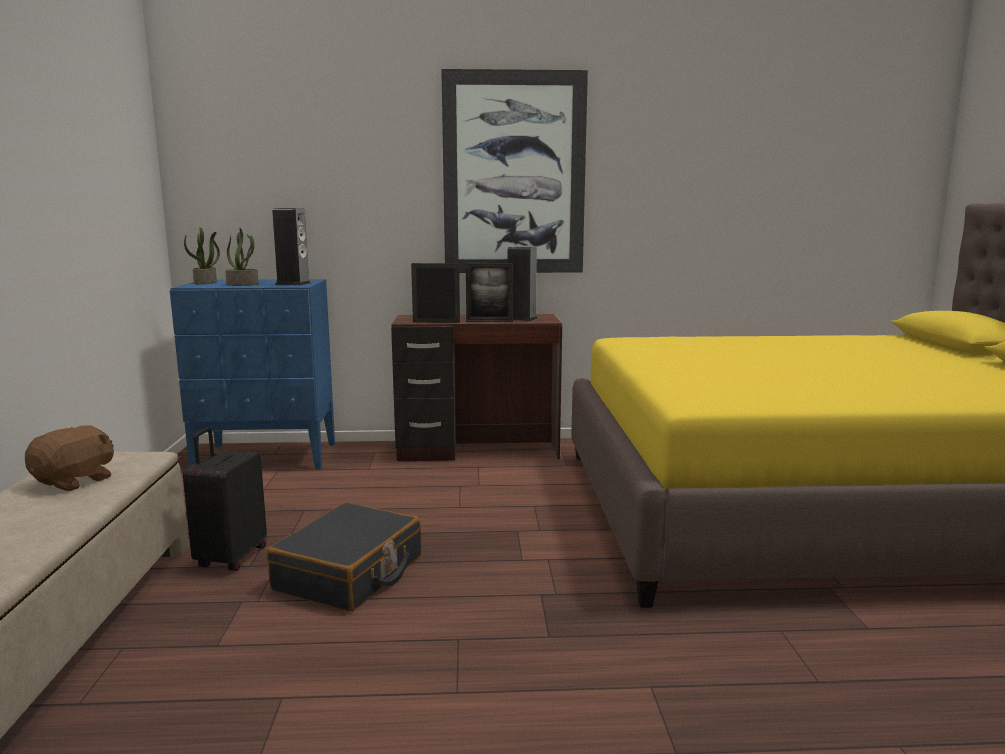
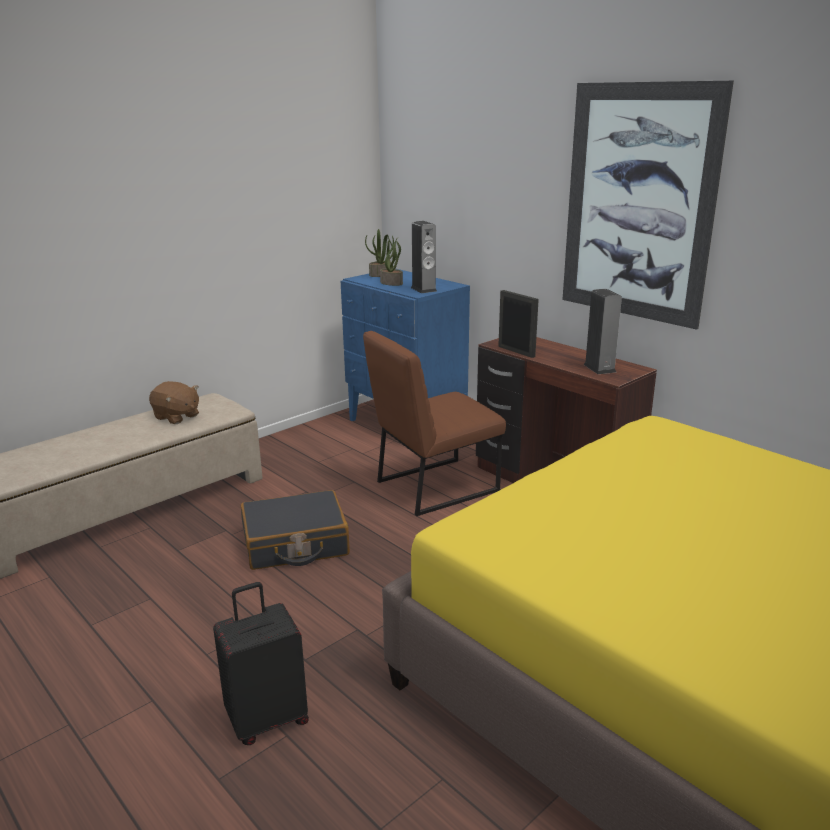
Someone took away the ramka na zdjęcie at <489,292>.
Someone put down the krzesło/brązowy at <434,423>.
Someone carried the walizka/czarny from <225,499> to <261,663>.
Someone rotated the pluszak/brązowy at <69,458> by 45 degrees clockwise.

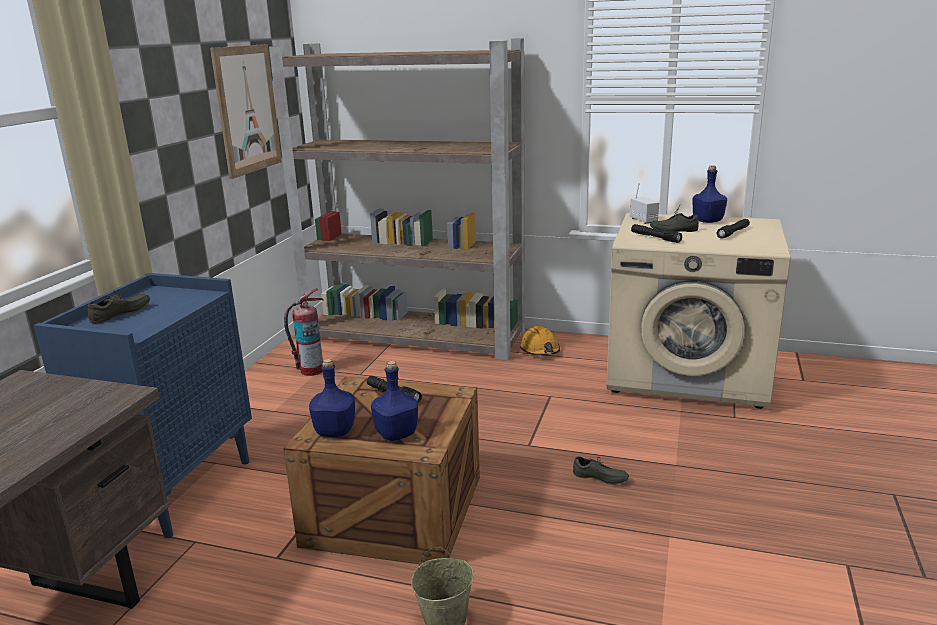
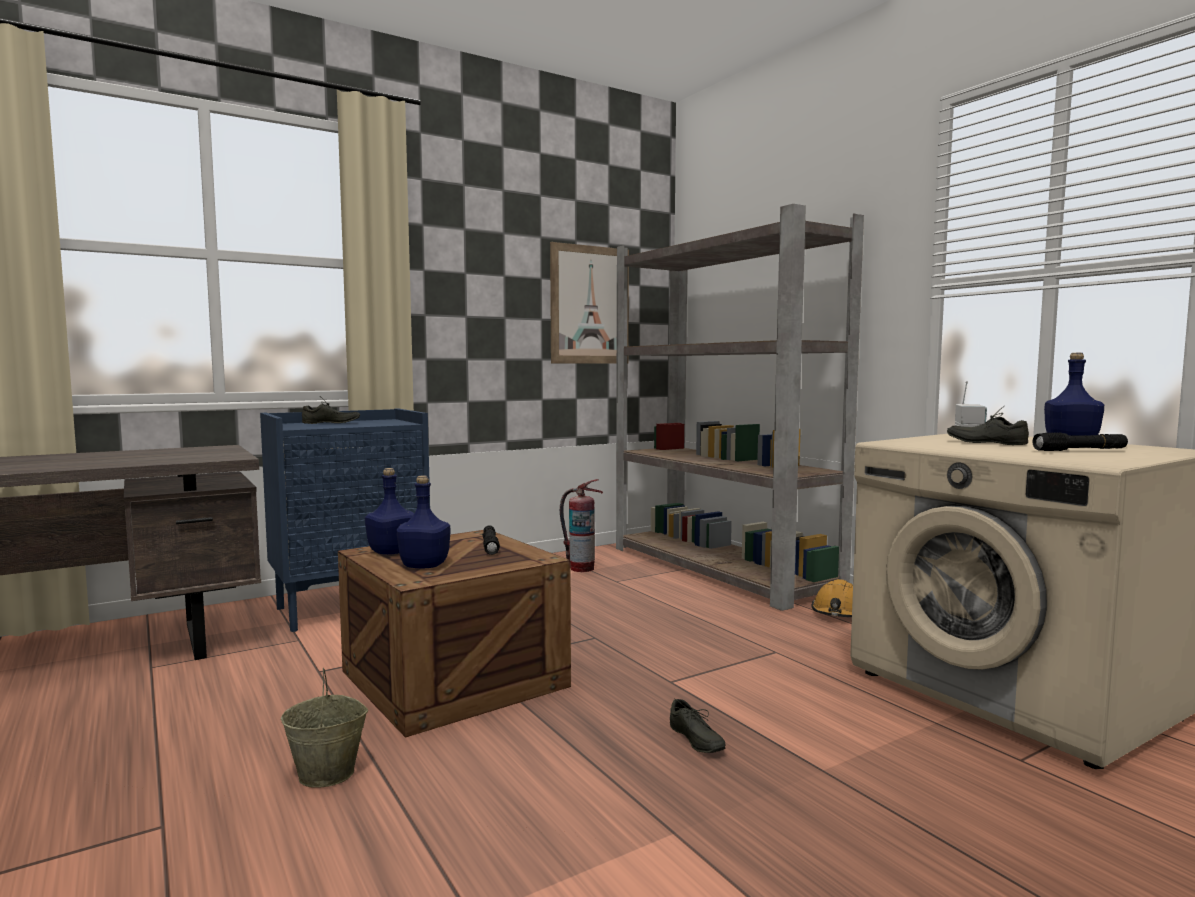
Someone took away the latarka/czarny at <656,233>.

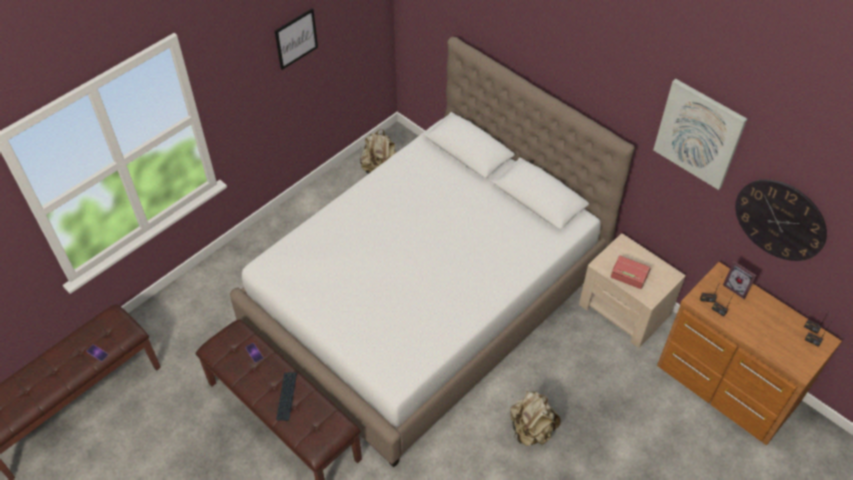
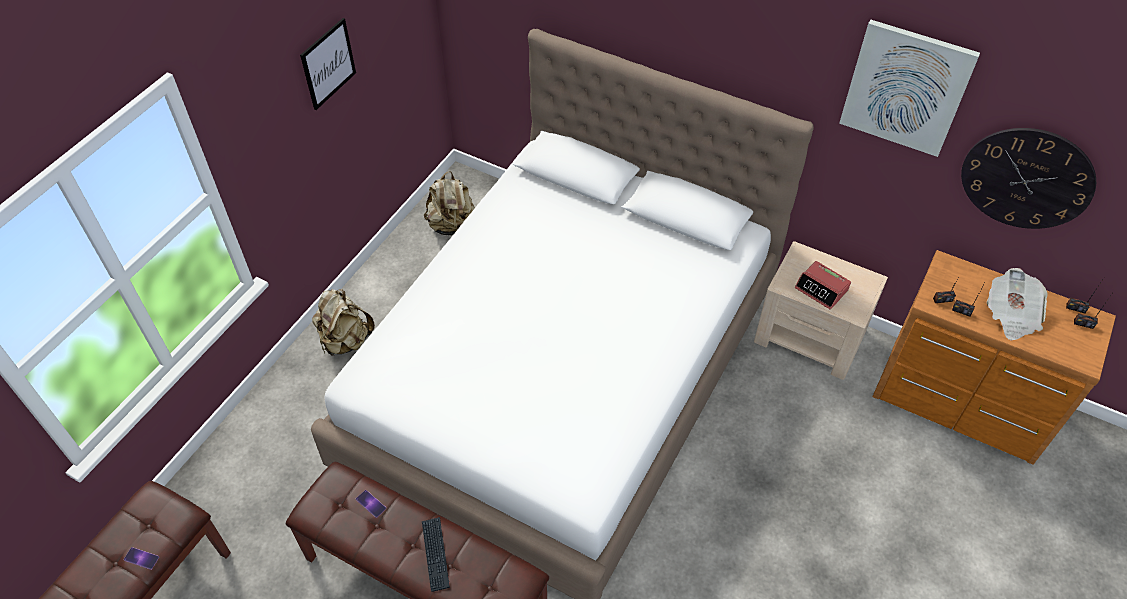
Someone took away the ramka na zdjęcie at <740,280>.
Someone put down the gazeta at <1017,304>.
Someone carried the plecak/beżowy from <535,418> to <343,322>.
Someone rotated the budzik at <630,272> by 150 degrees counterclockwise.

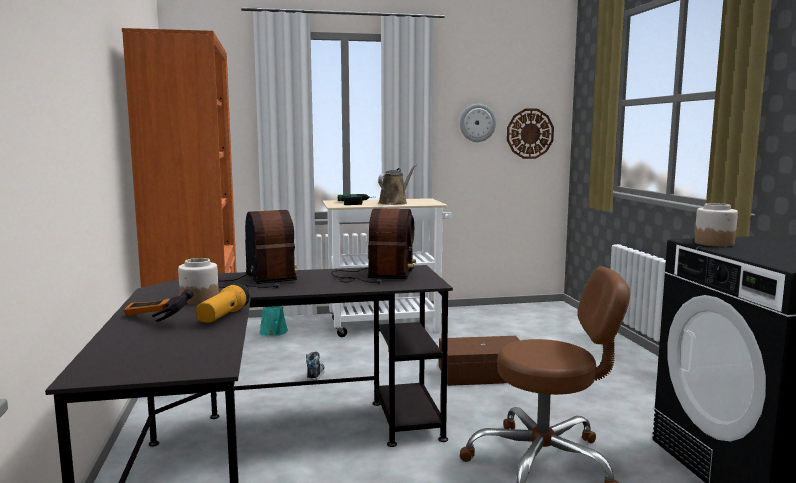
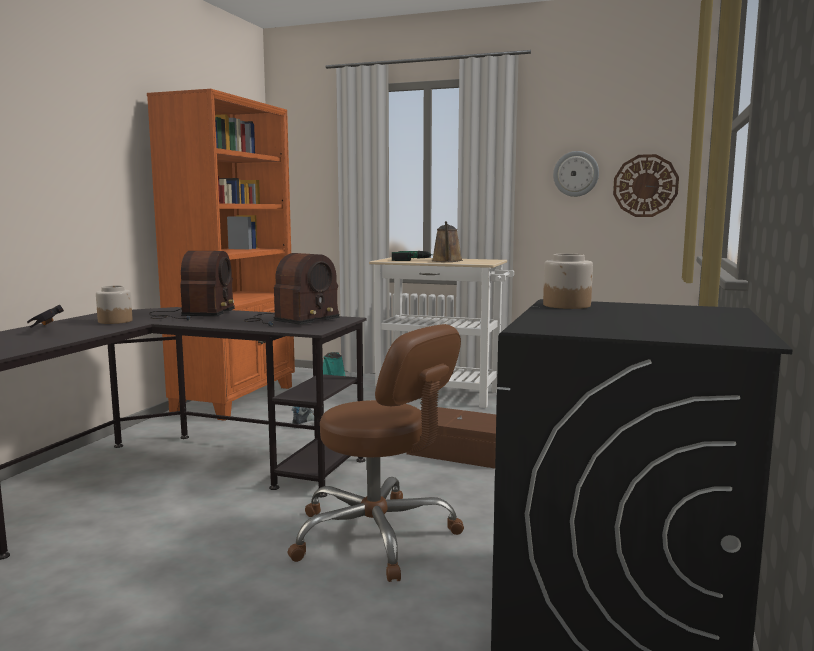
Someone took away the latarka at <223,303>.
Someone rotated the konewka/brązowy at <397,184> by 120 degrees clockwise.

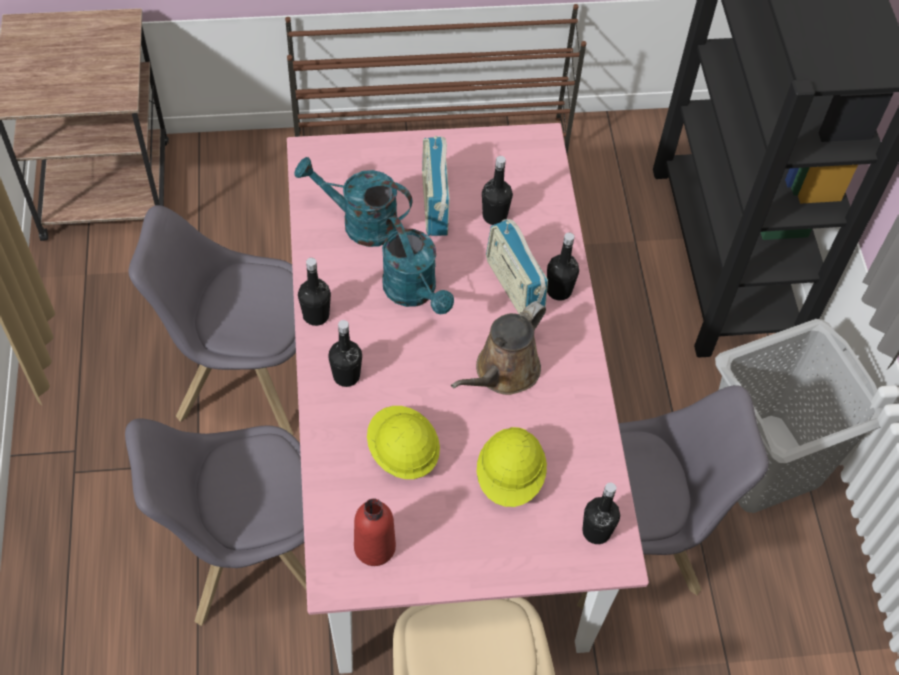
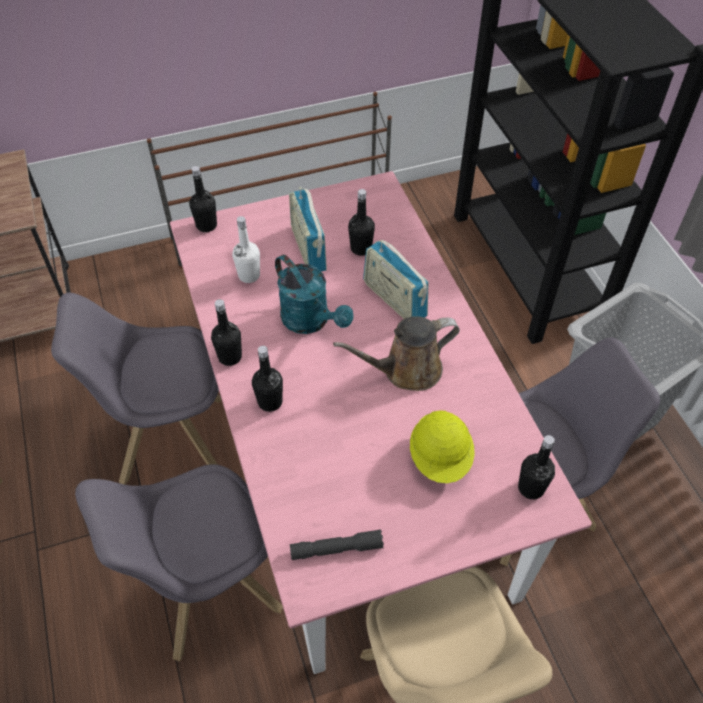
Someone took away the kask/żółty at <403,442>.
Someone carried the butelka/czarny from <563,266> to <203,199>.
Someone swapped the konewka/turkusowy at <353,202> for the butelka/biały at <246,249>.
Someone swapped the butelka/czerwony at <375,532> for the latarka/szary at <337,544>.
Someone rotated the konewka/brązowy at <498,348> by 45 degrees clockwise.

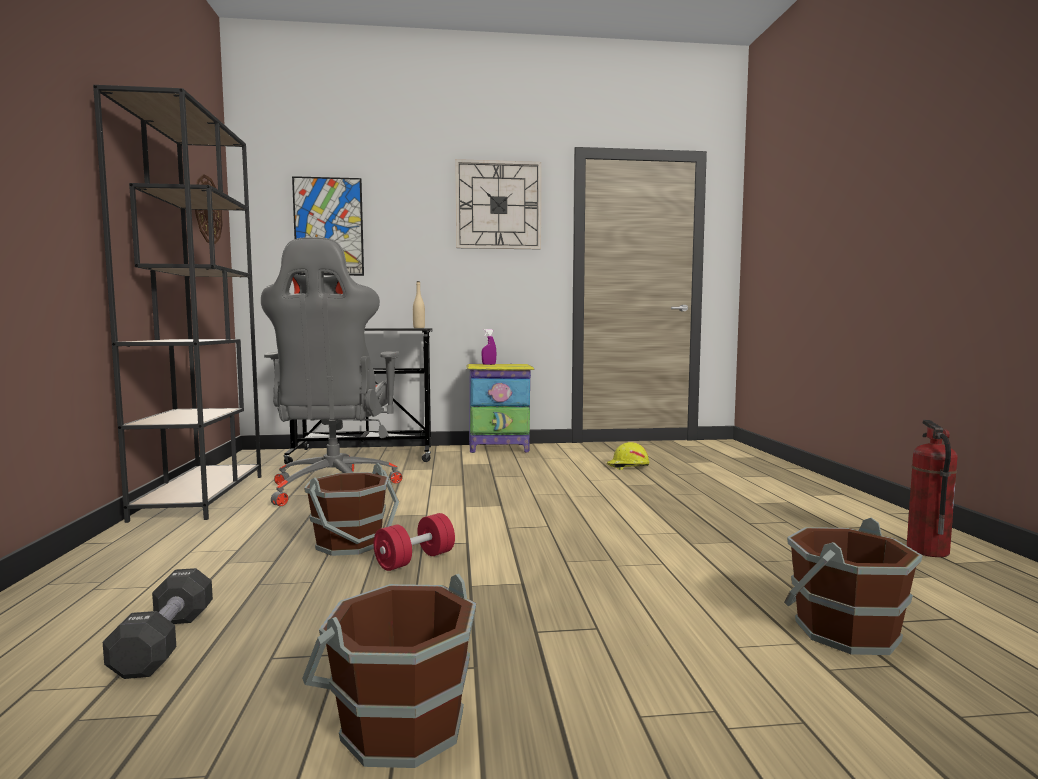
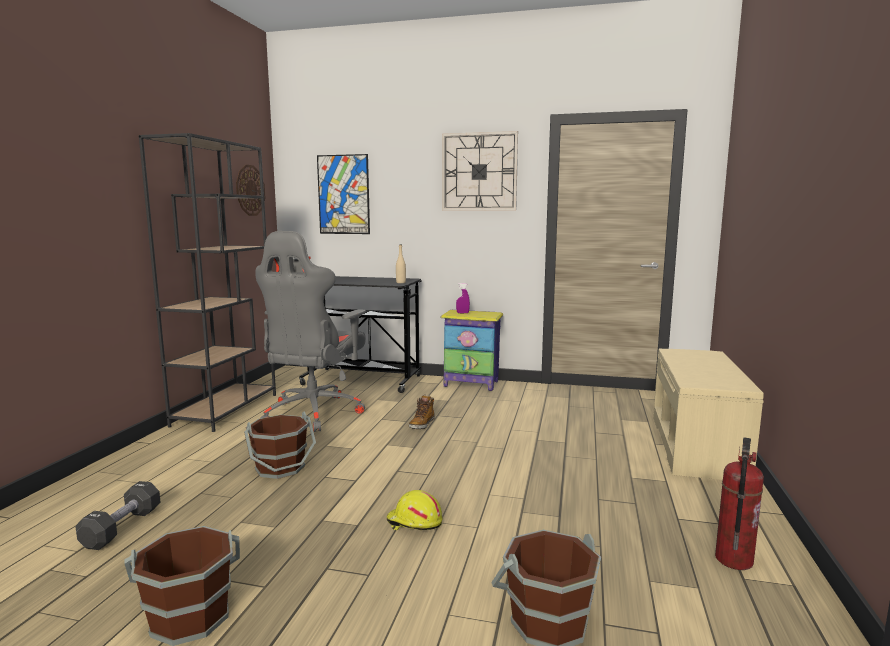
Someone took away the hantel/czerwony at <414,542>.
Someone put down the but z cholewką at <422,412>.
Someone put down the ławka/beżowy at <708,414>.
Someone carried the kask/żółty from <628,456> to <415,510>.

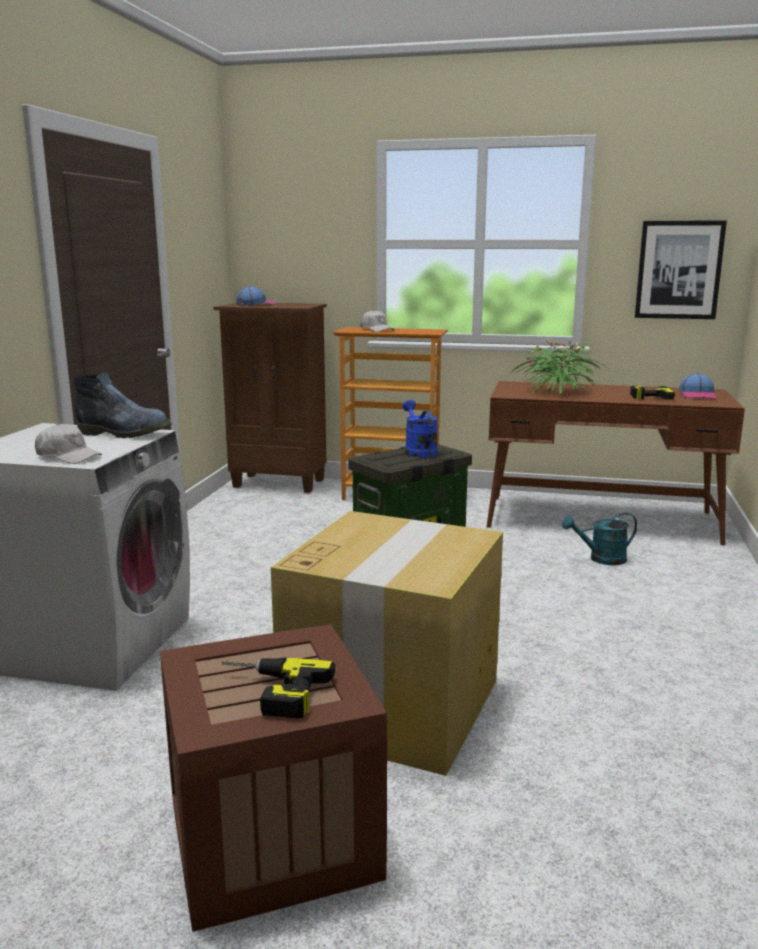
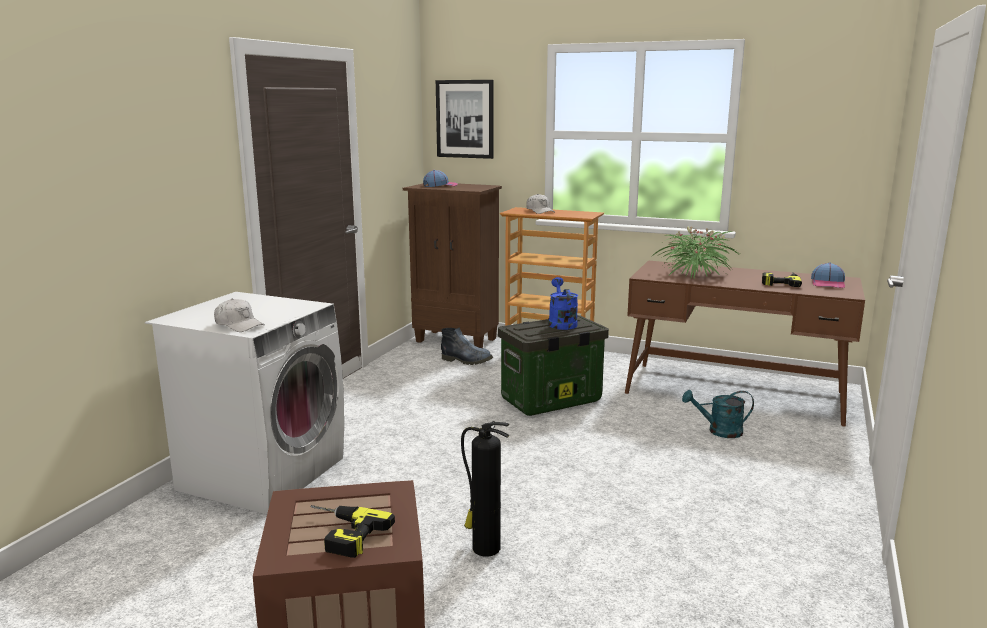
Someone carried the but z cholewką from <123,405> to <467,346>.
Someone carried the obraz from <681,269> to <464,119>.
Someone swapped the karton at <387,643> for the gaśnica at <485,489>.

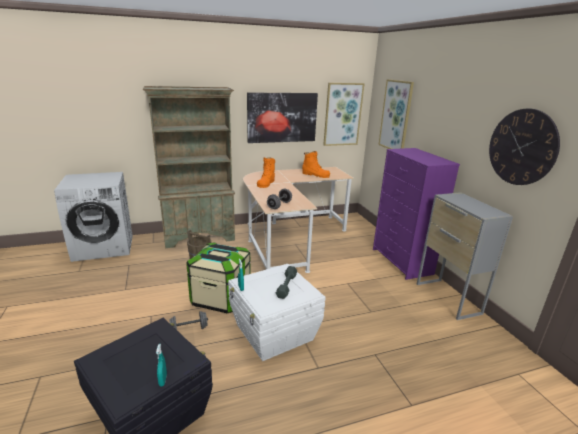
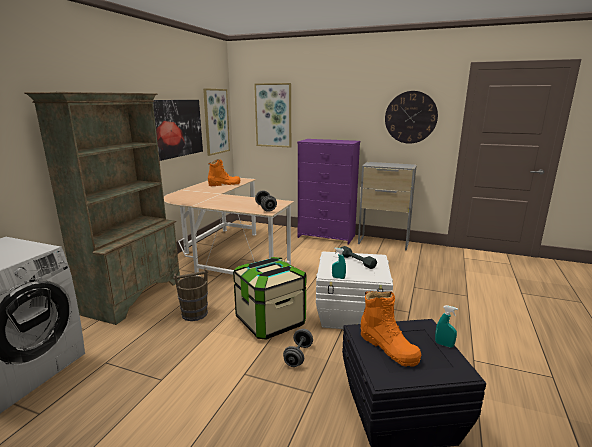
Someone carried the but z cholewką/pomarańczowy from <266,172> to <391,329>.

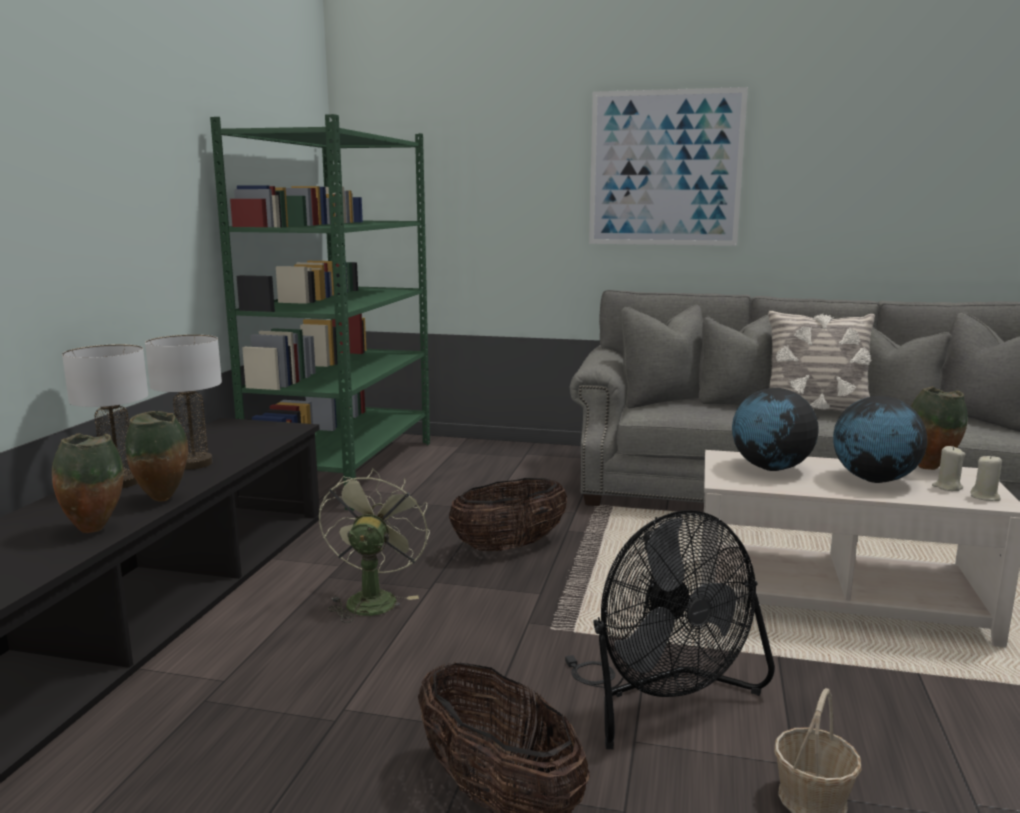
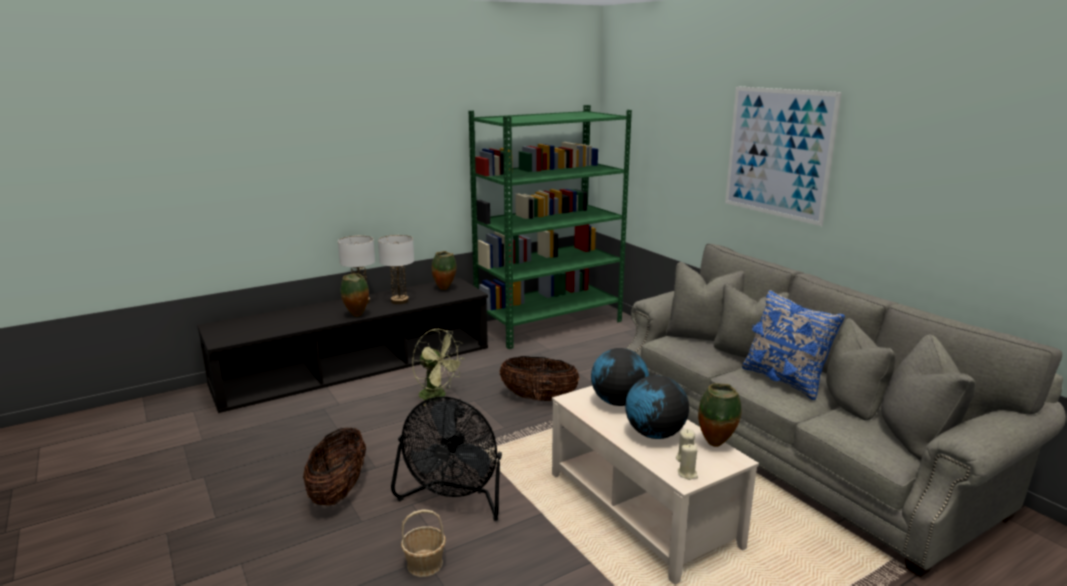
Someone carried the wazon from <88,483> to <444,270>.
Someone repainted the poduszka/beżowy at <821,361>, which became the poduszka/niebieski at <793,345>.
Someone rotated the wentylator/zielony at <374,545> by 75 degrees clockwise.

